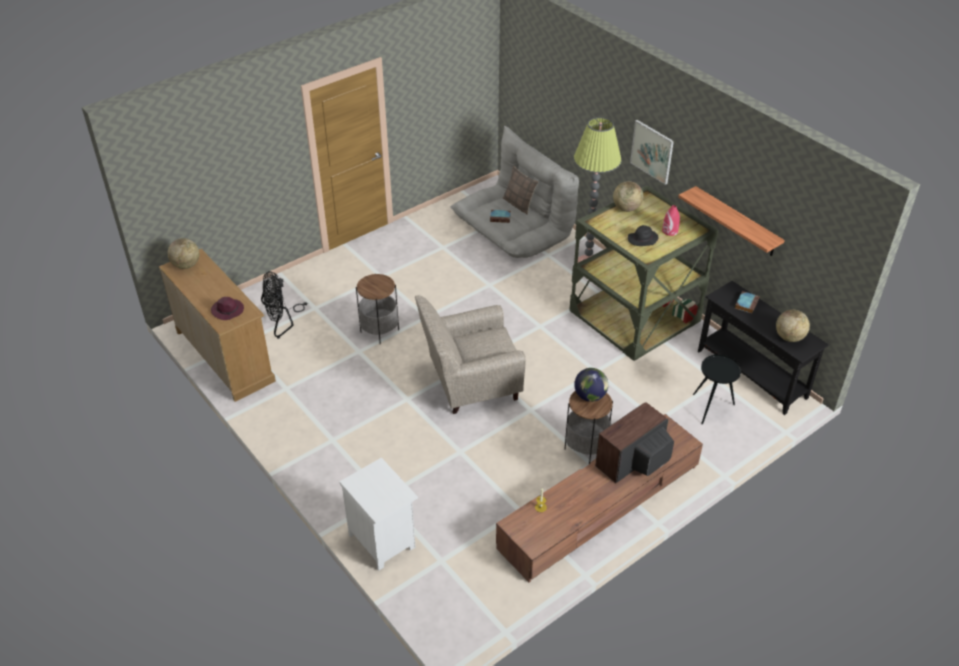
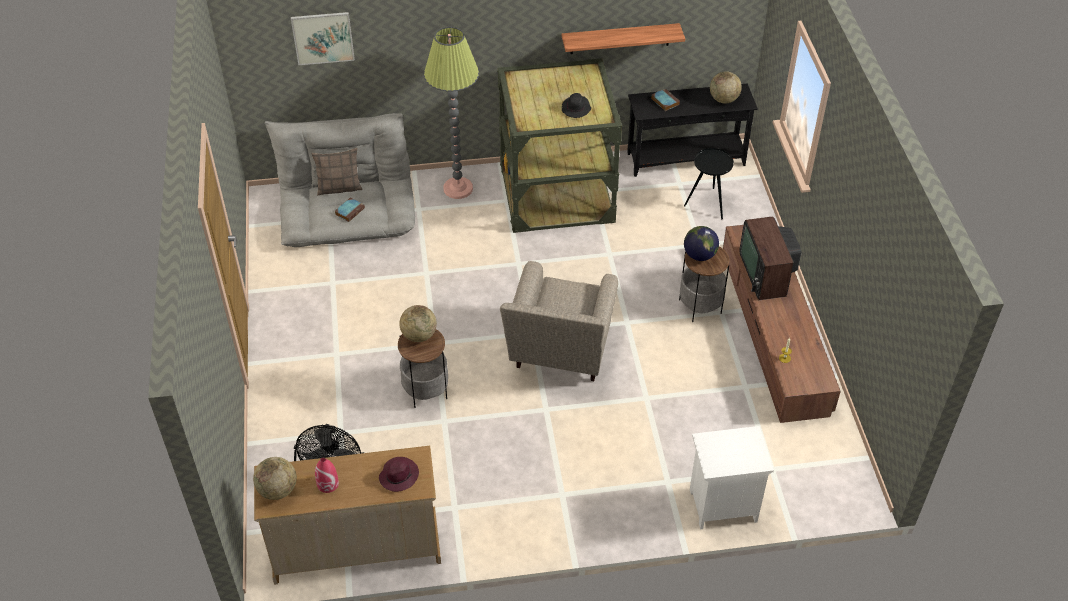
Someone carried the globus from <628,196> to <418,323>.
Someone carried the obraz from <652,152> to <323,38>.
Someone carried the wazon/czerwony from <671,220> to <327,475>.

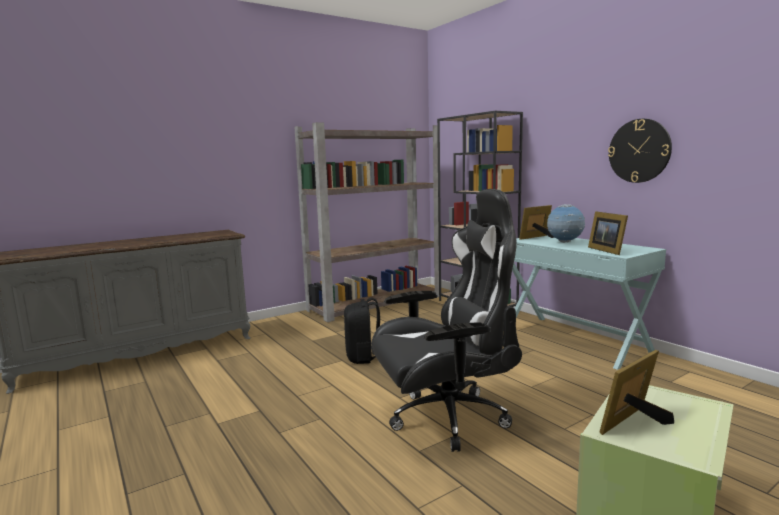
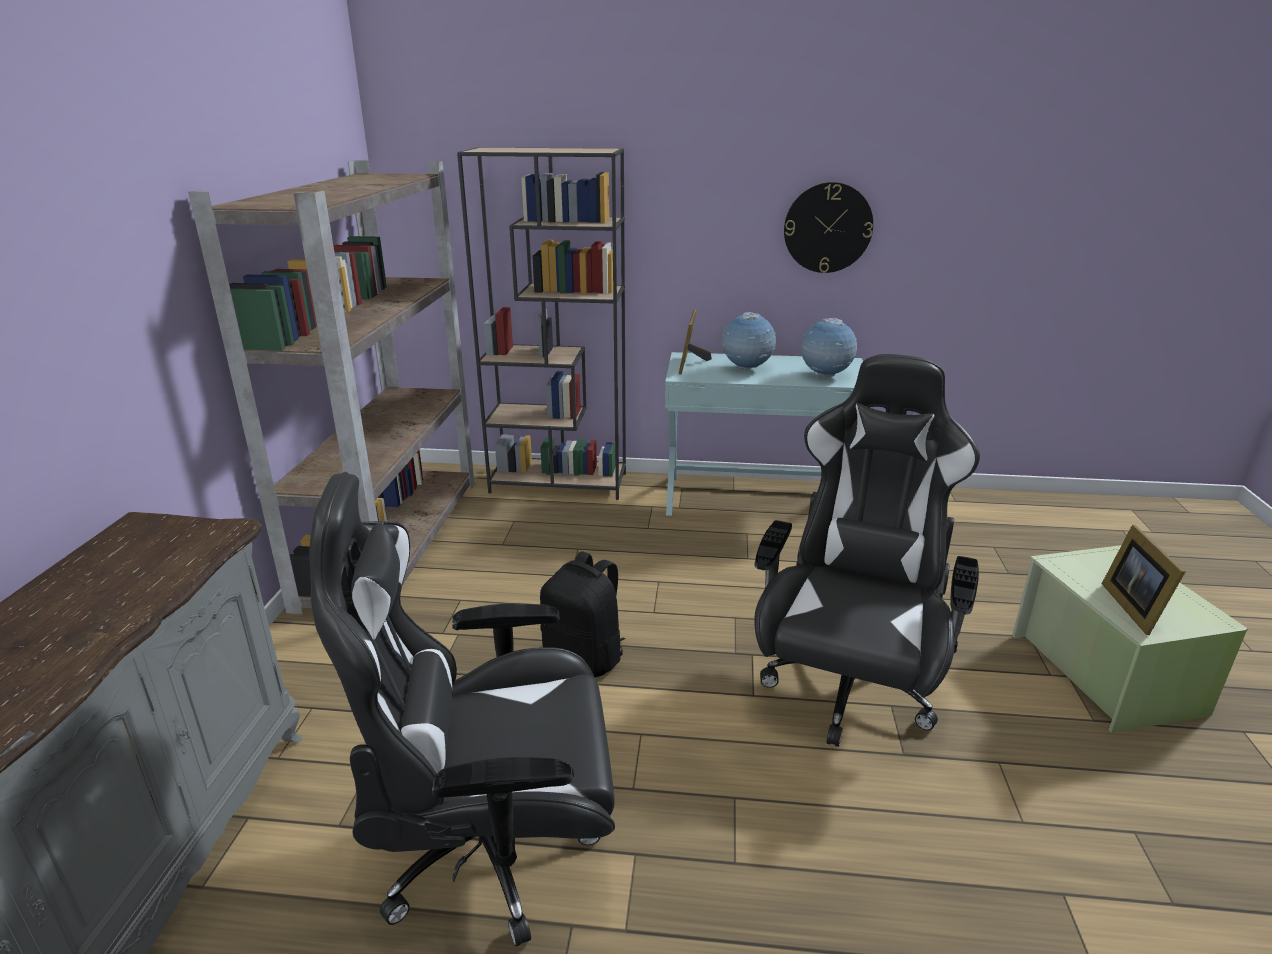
Someone put down the krzesło biurowe/czarny at <462,709>.
Someone swapped the ramka na zdjęcie at <608,233> for the globus at <829,347>.

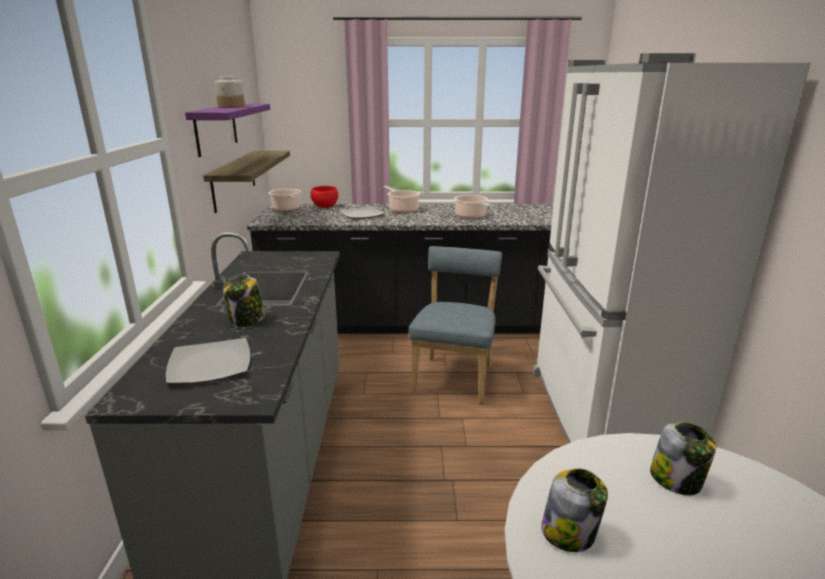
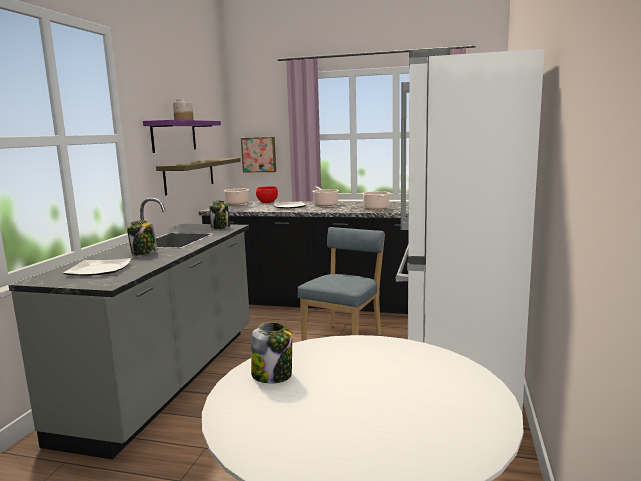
Someone put up the obraz at <258,154>.
Someone carried the słoik from <683,458> to <219,214>.

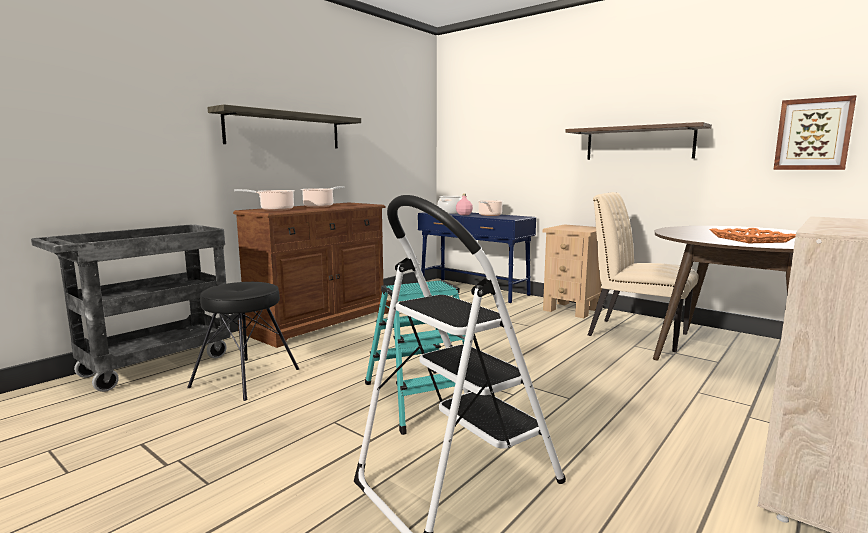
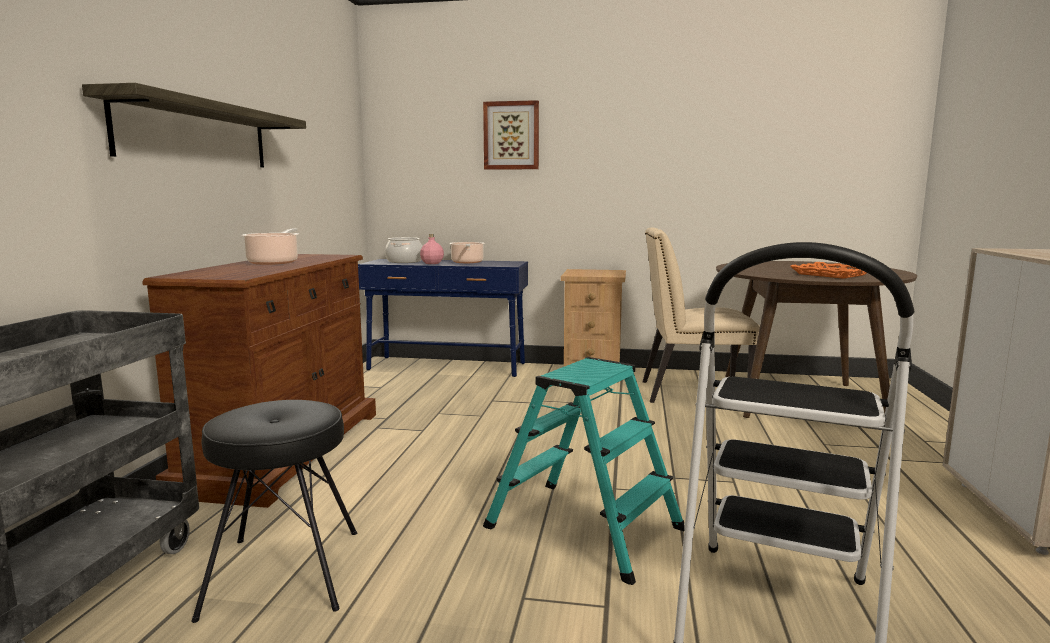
Someone took away the garnek at <264,200>.
Someone took away the półka at <638,141>.
Someone carried the obraz from <815,132> to <511,135>.

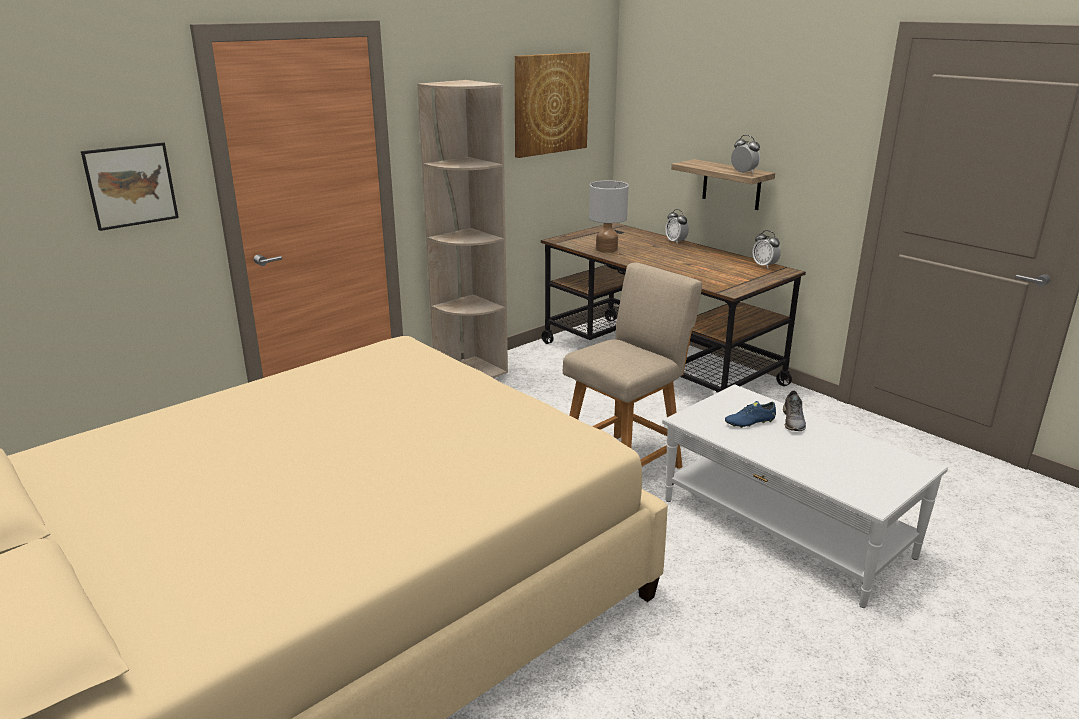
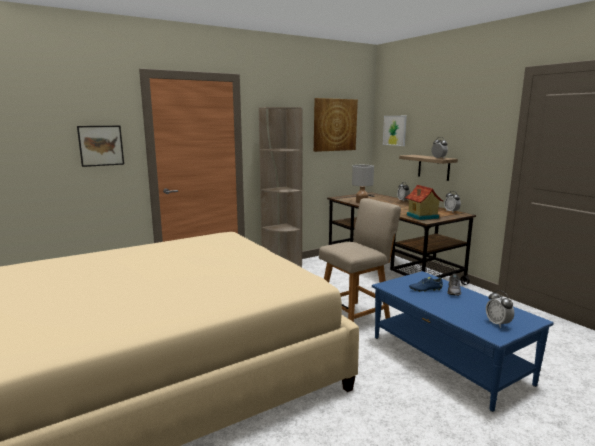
Someone put up the obraz at <395,131>.
Someone put down the domek at <424,202>.
Someone put down the budzik at <500,309>.
Someone repainted the ława/biały at <805,496>, which became the ława/niebieski at <463,341>.

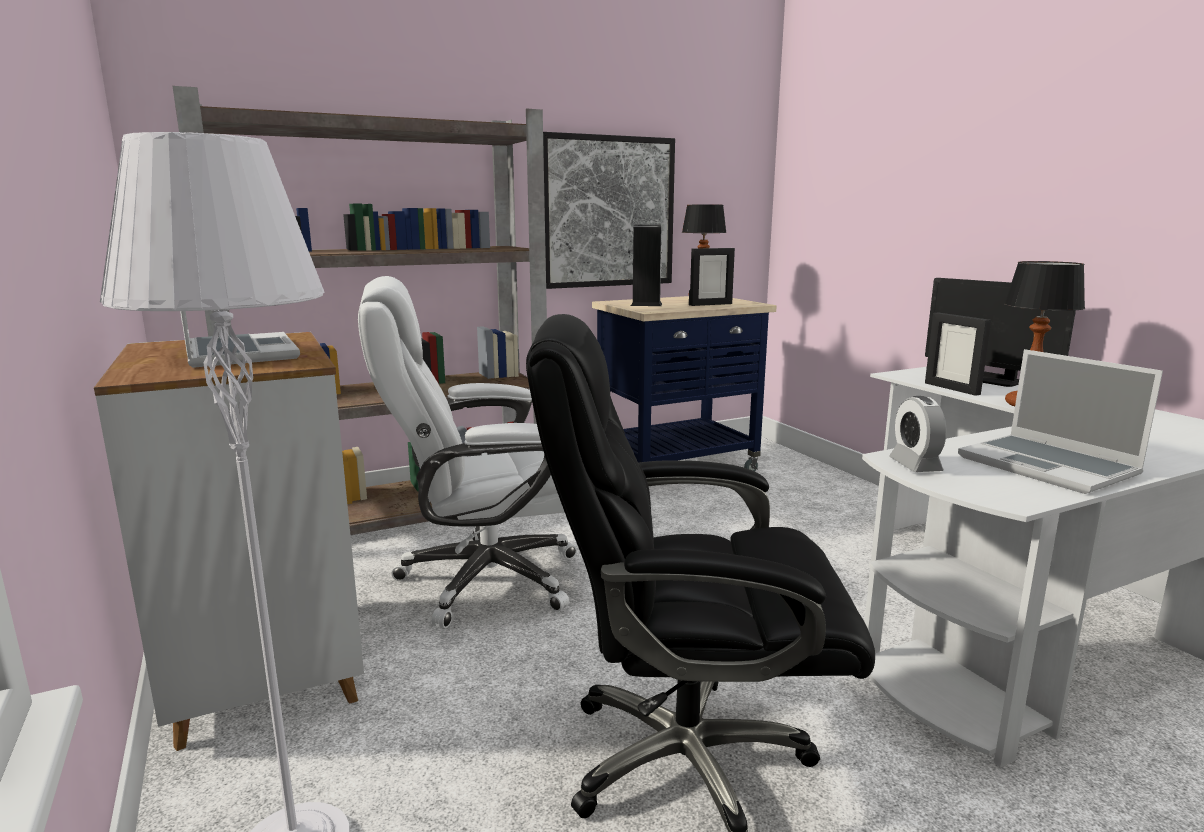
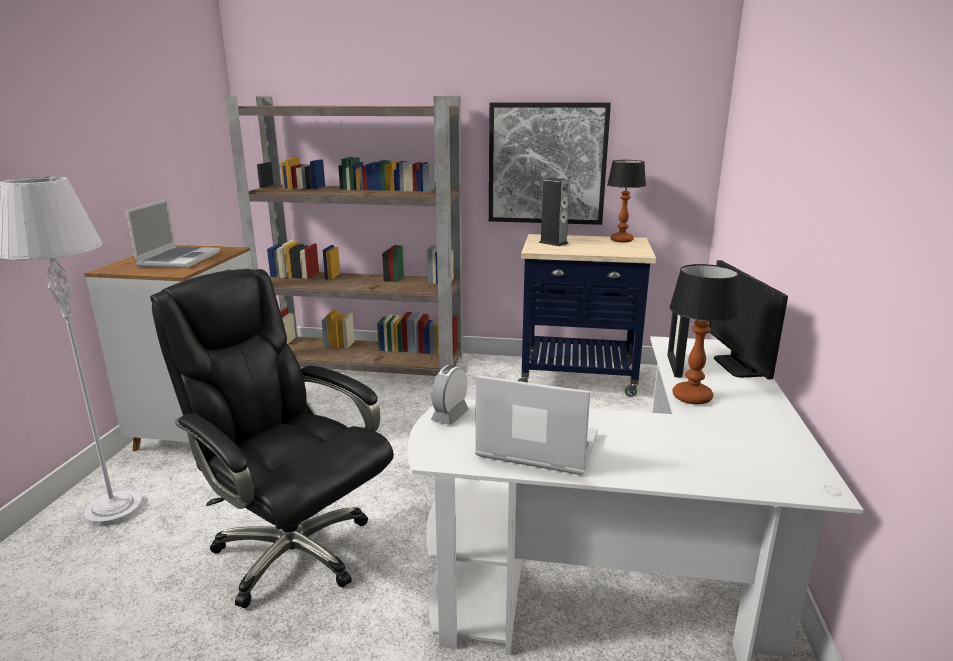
Someone took away the krzesło biurowe/biały at <467,452>.
Someone took away the ramka na zdjęcie at <712,277>.
Someone rotated the laptop at <1060,421> by 105 degrees clockwise.

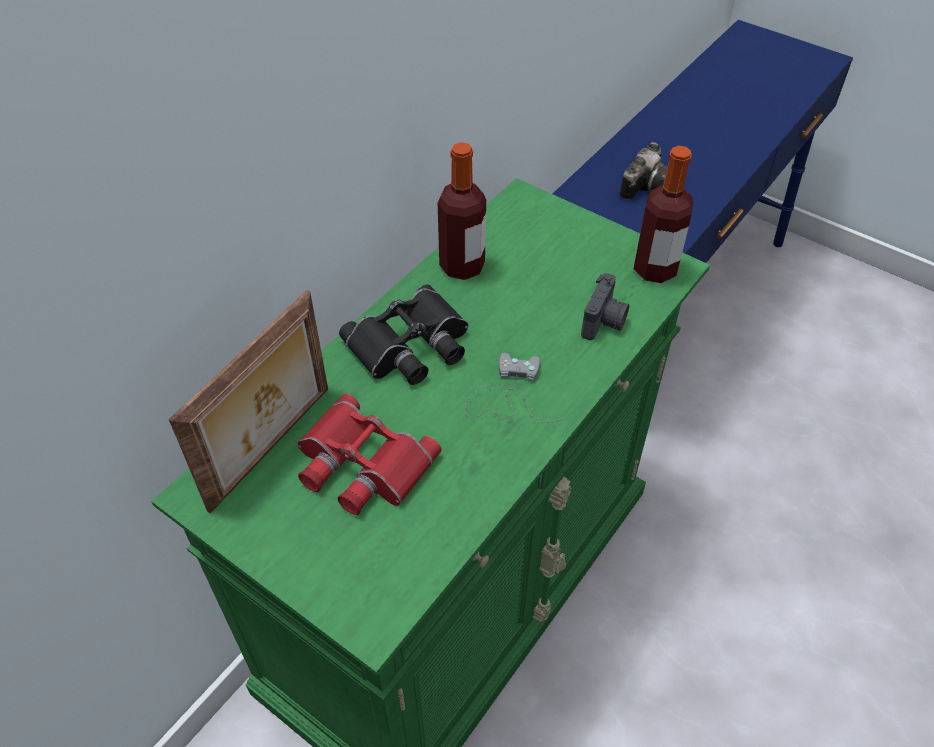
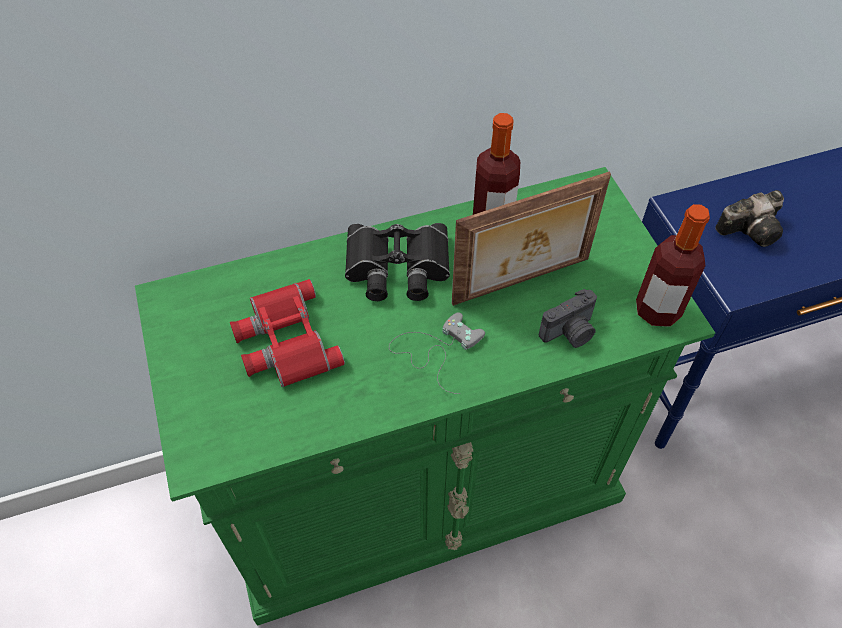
Someone carried the ramka na zdjęcie from <248,401> to <531,239>.

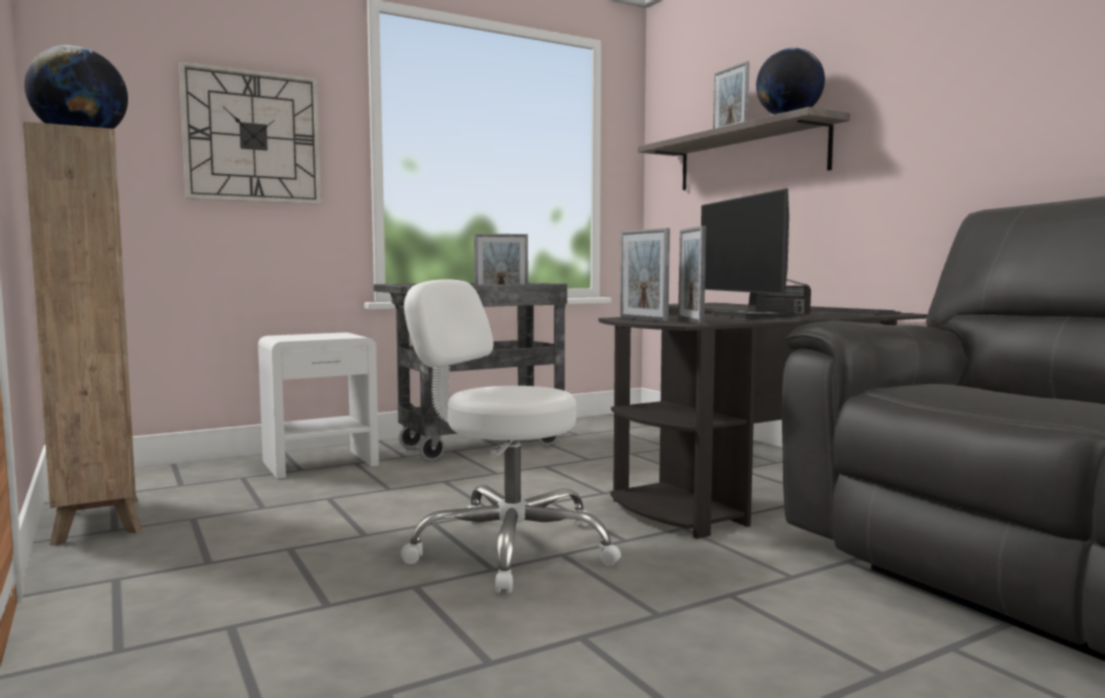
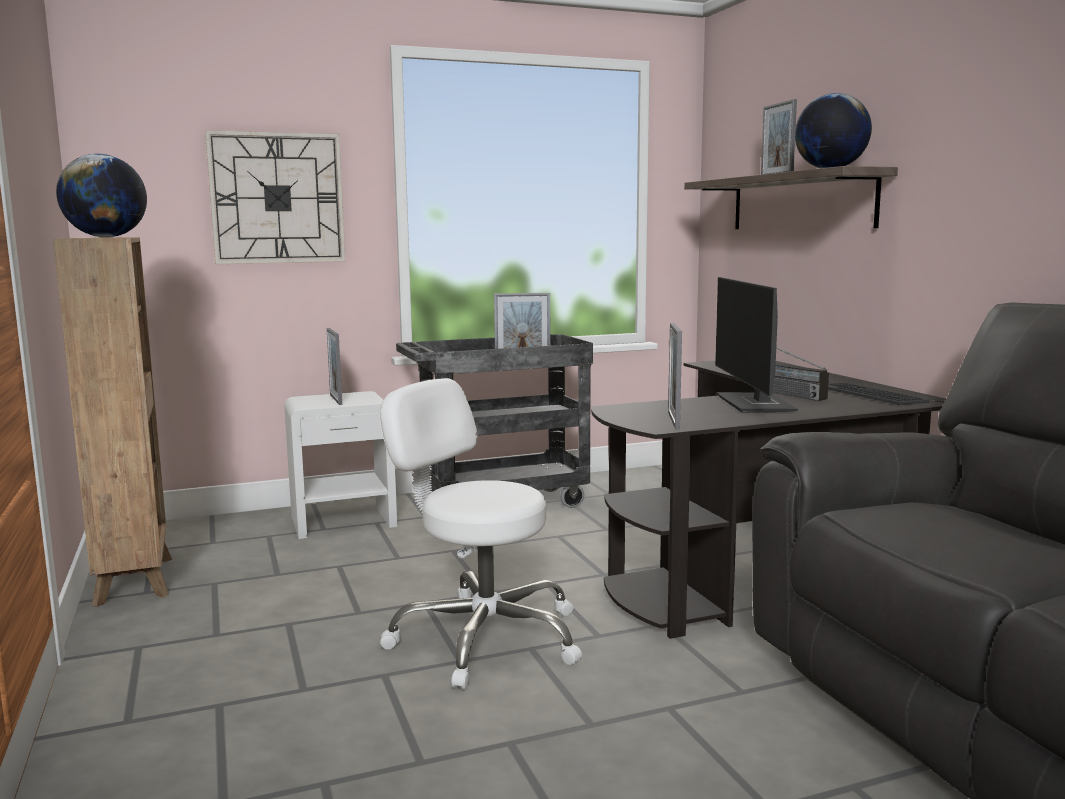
Someone carried the ramka na zdjęcie from <645,275> to <334,366>.

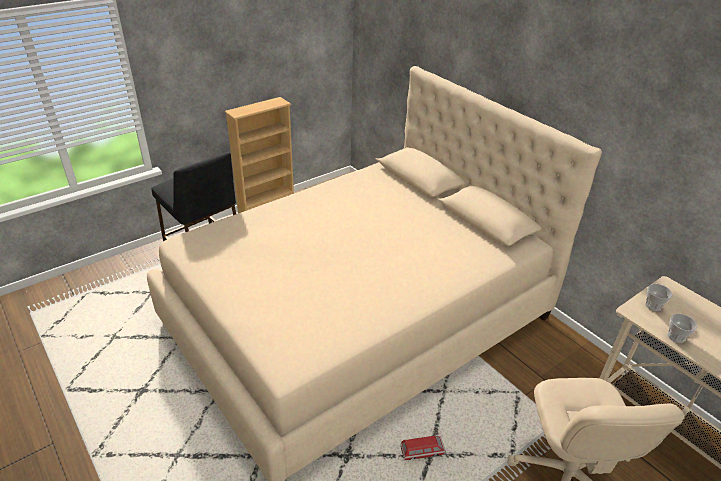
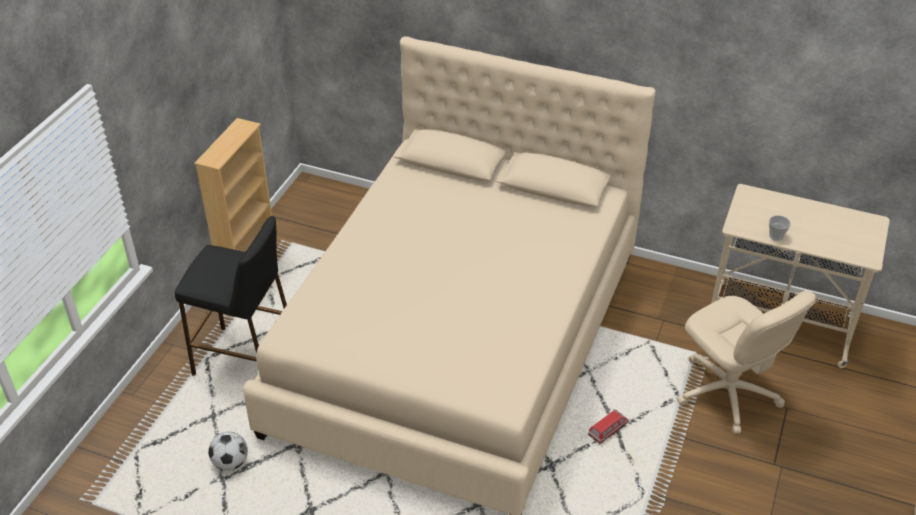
Someone took away the filiżanka at <658,297>.
Someone put down the piłka futbolowa at <228,451>.

